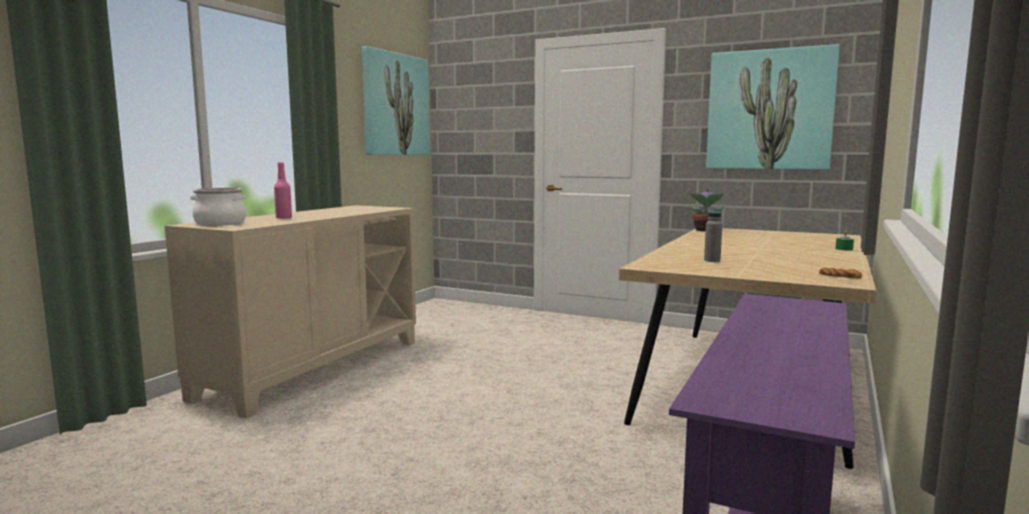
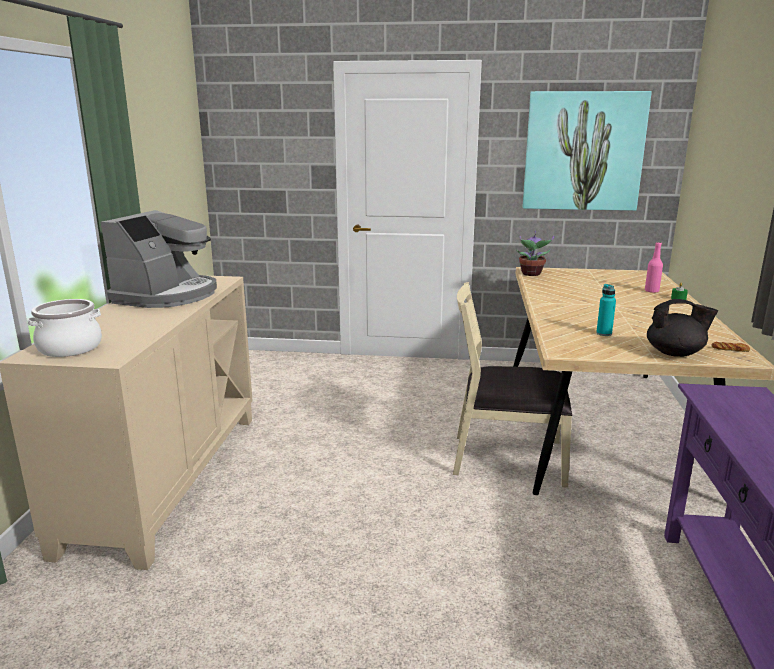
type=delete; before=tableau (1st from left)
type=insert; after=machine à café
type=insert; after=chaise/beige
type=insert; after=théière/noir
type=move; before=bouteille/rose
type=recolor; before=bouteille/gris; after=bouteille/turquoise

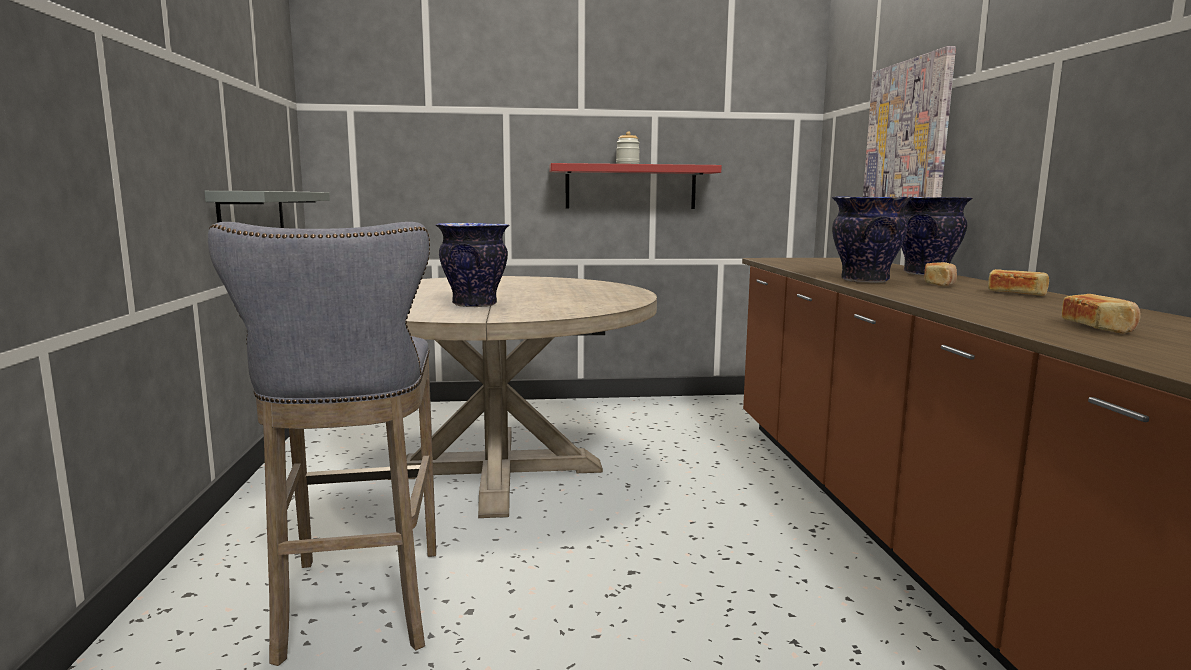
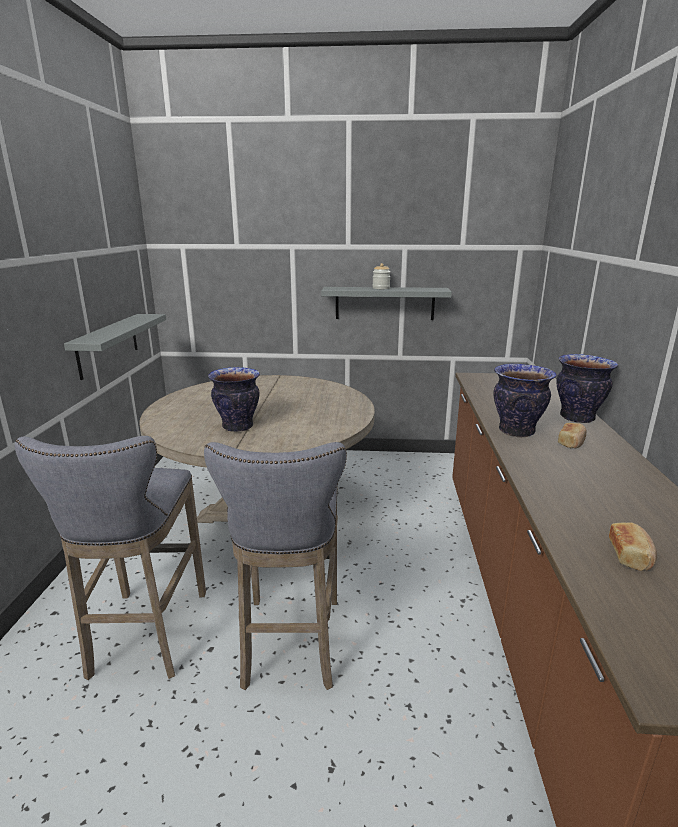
type=delete; before=tableau
type=delete; before=pain (2nd from left)
type=insert; after=tabouret/gris (2nd from left)
type=recolor; before=étagère/rouge; after=étagère/gris (2nd from left)

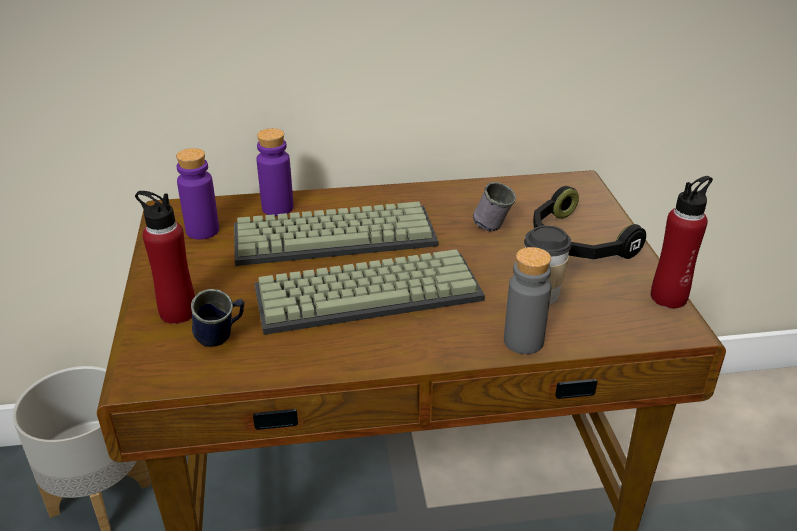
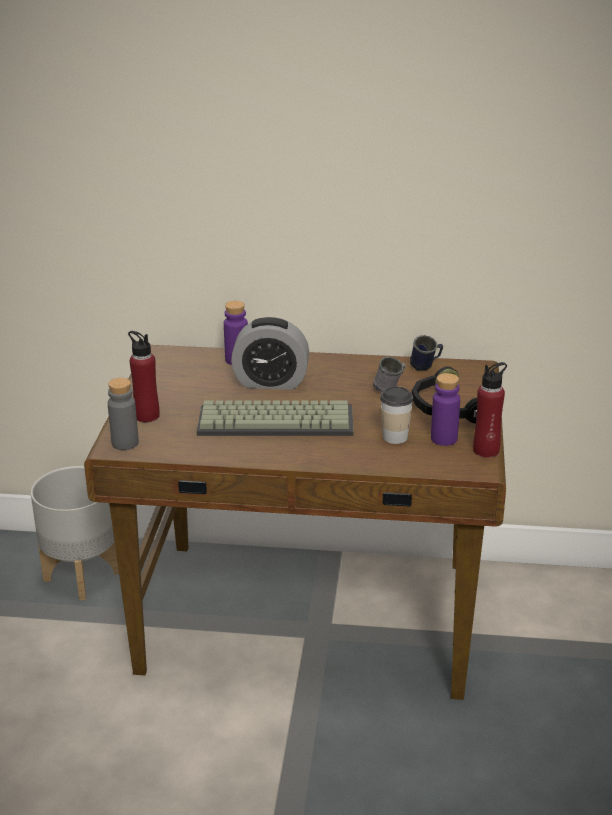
type=move; before=bouteille/violet (1st from left in the first image); after=bouteille/violet (2nd from left)
type=move; before=mug/bleu
type=move; before=bouteille/gris
type=replace; before=clavier (1st from left); after=réveil

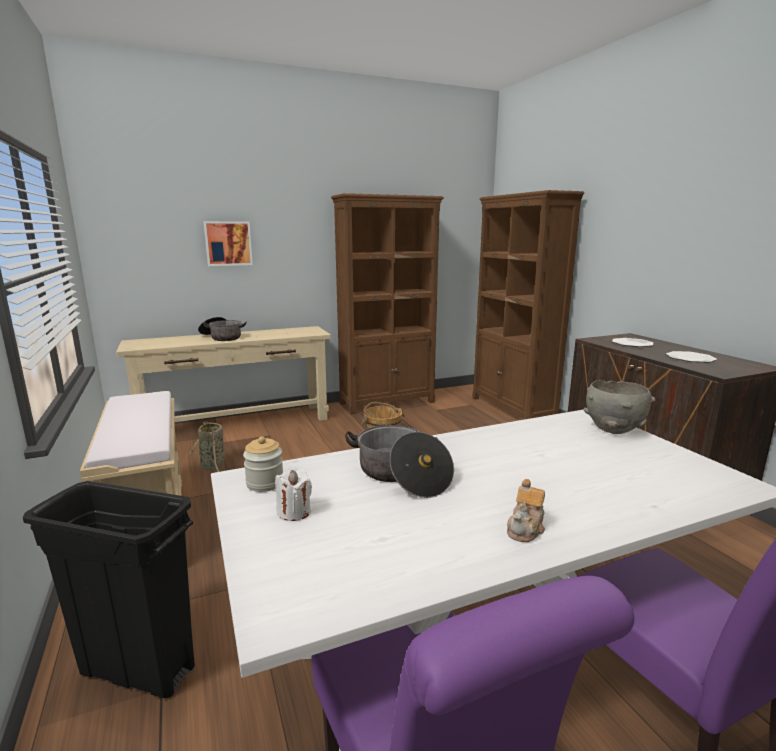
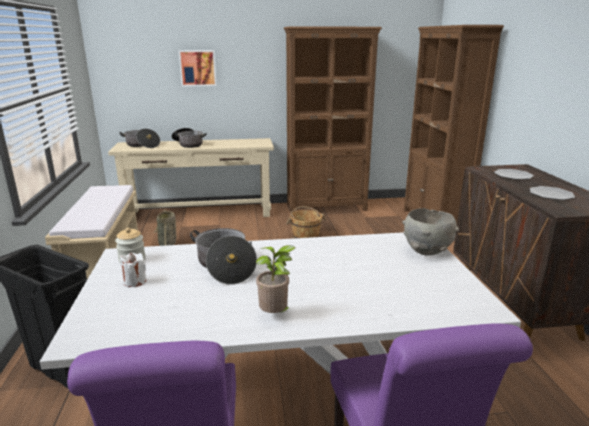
type=insert; after=marmite (1st from left)
type=replace; before=théière; after=plante en pot

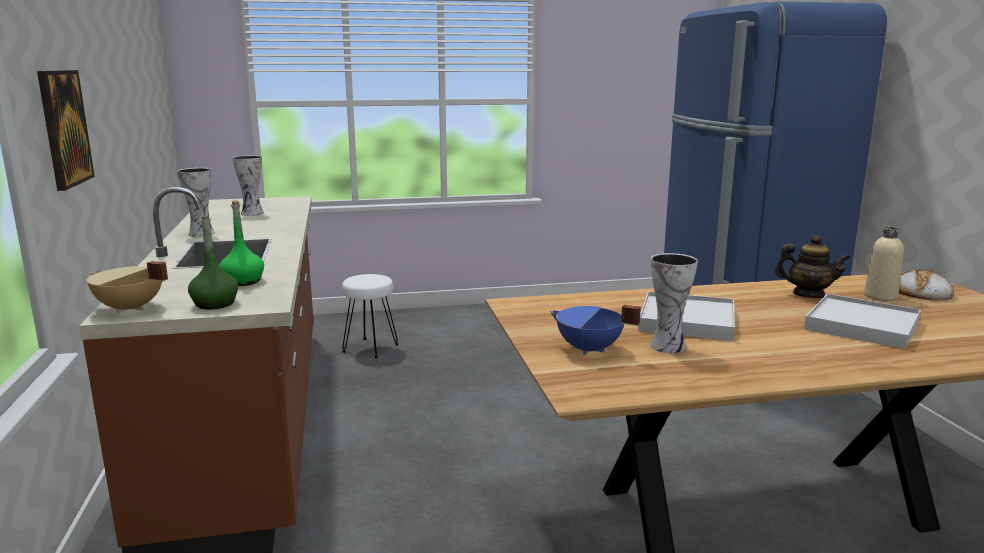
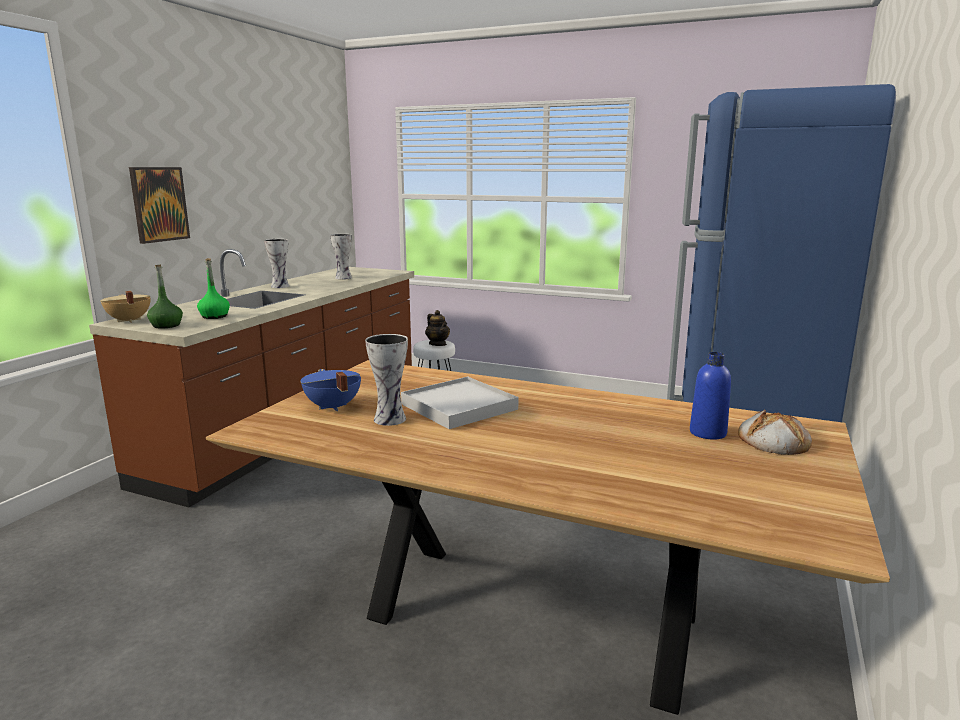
type=delete; before=plateau/blanc (2nd from left)
type=move; before=théière
type=recolor; before=bouteille/beige; after=bouteille/bleu

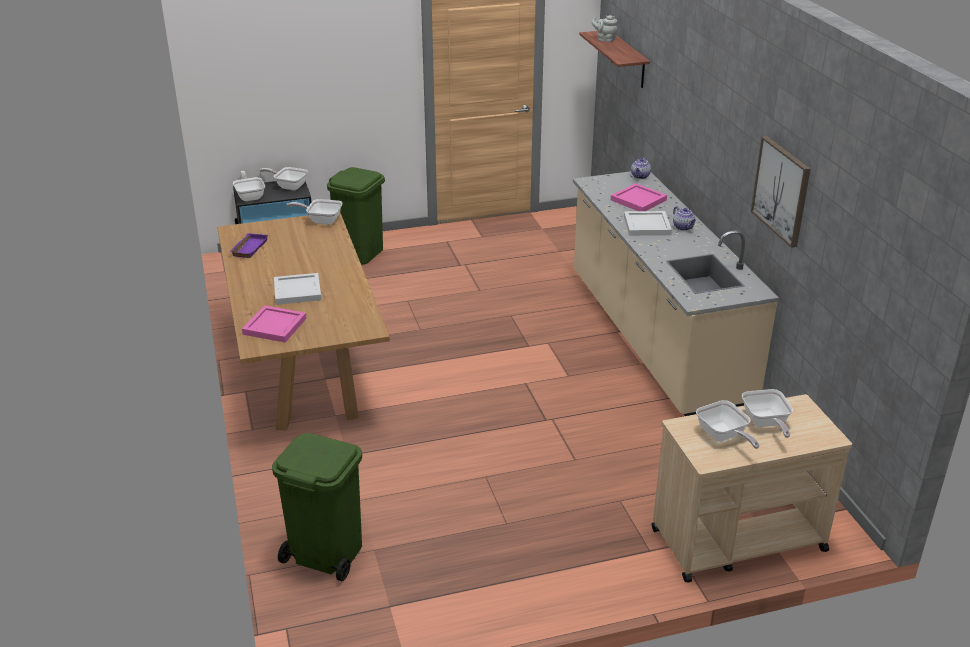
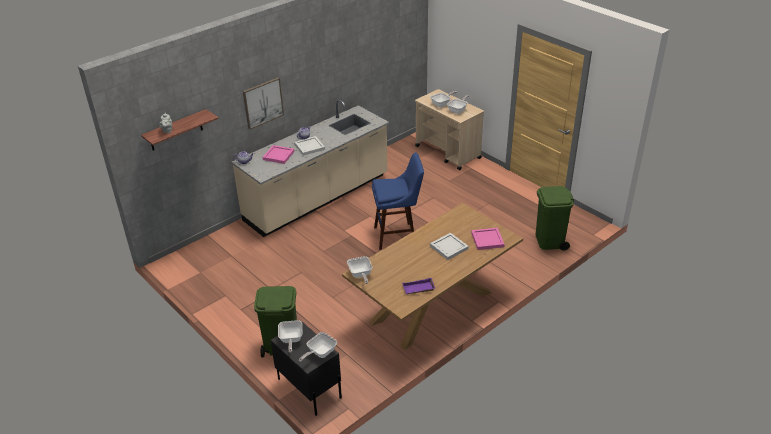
type=insert; after=tabouret/bleu
type=move; before=tableau

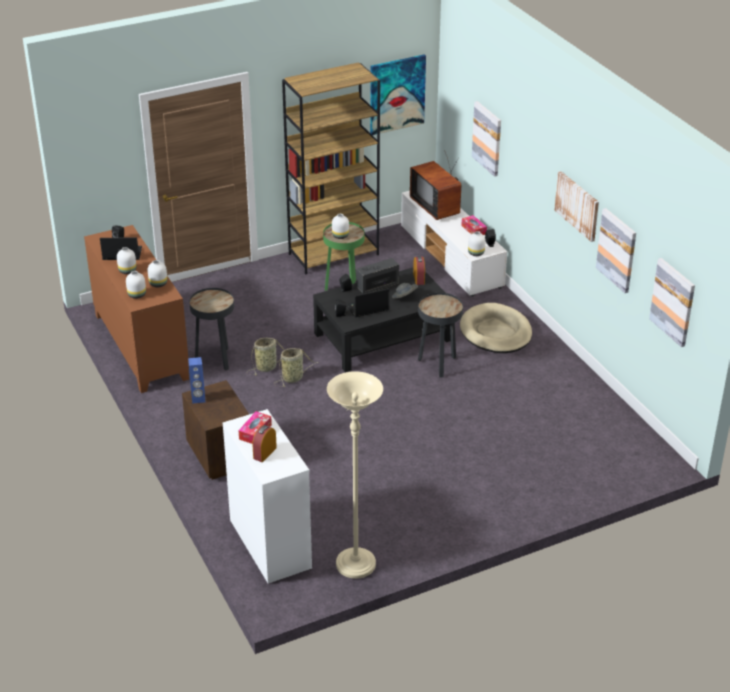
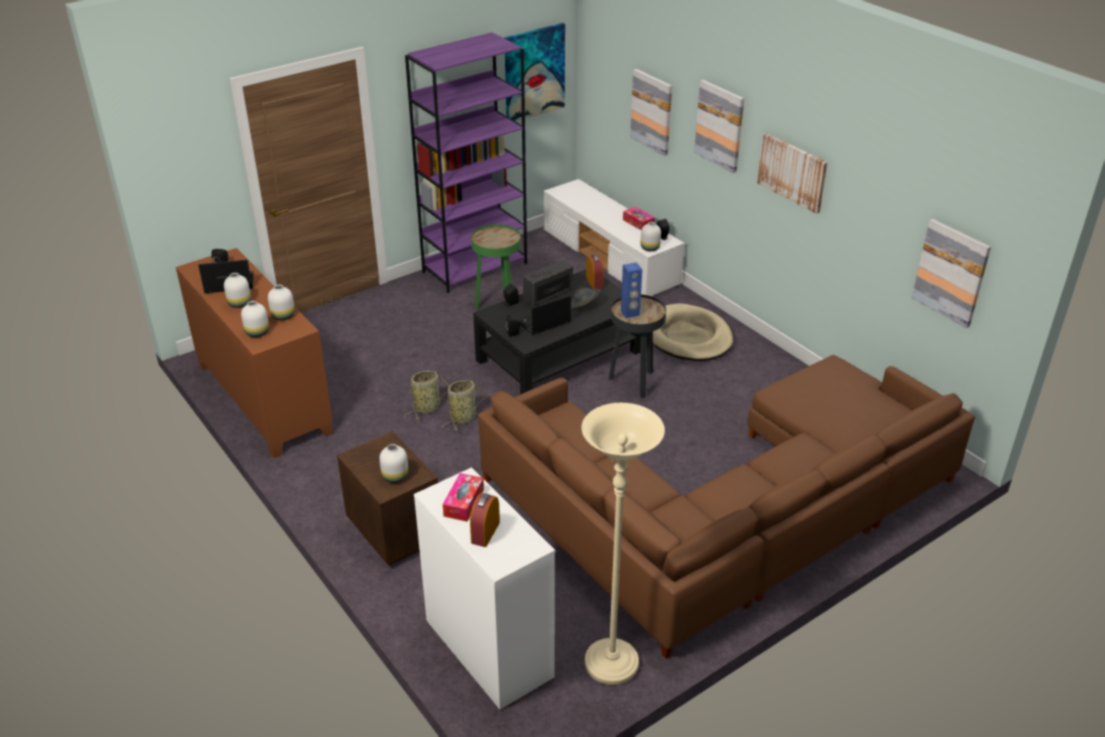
type=delete; before=table d'appoint/noir (1st from left)
type=delete; before=téléviseur
type=insert; after=canapé/marron
type=move; before=enceinte/bleu
type=move; before=vase/blanc (4th from left)
type=move; before=tableau (4th from left in the first image); after=tableau (3rd from left)
type=recolor; before=bibliothèque/marron; after=bibliothèque/violet

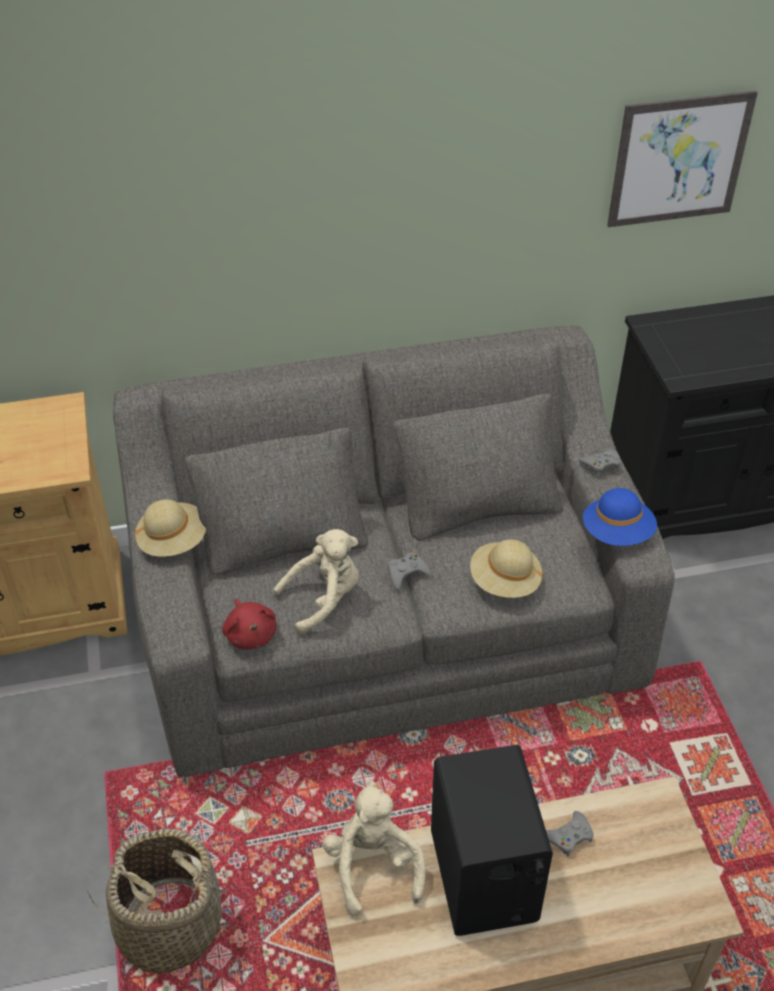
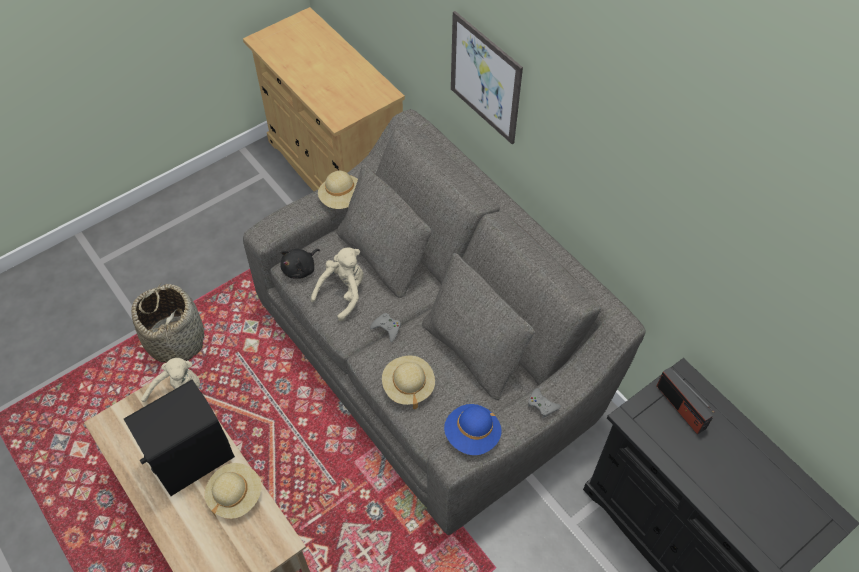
type=insert; after=radio
type=move; before=tableau
type=replace; before=manette/gris (2nd from left); after=chapeau/beige (1st from left)
type=recolor; before=peluche/rouge; after=peluche/noir
type=rotate; before=peluche/beige (1st from left in the first image); turn=-90

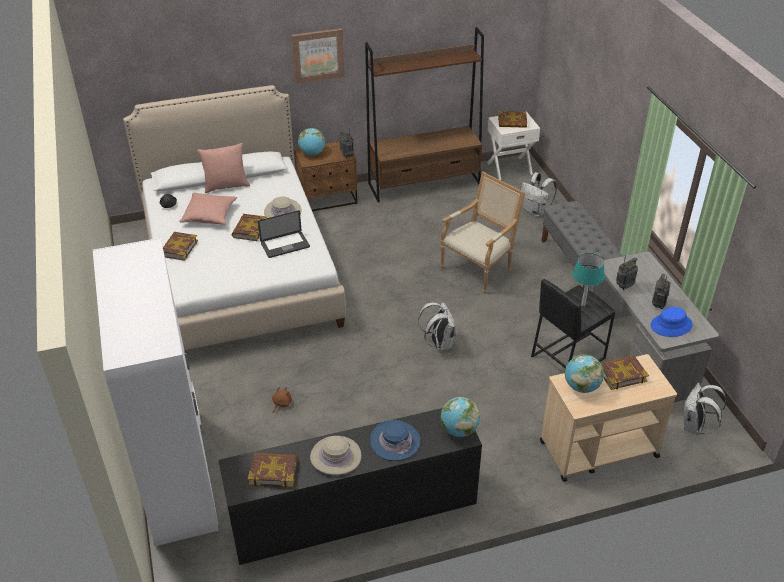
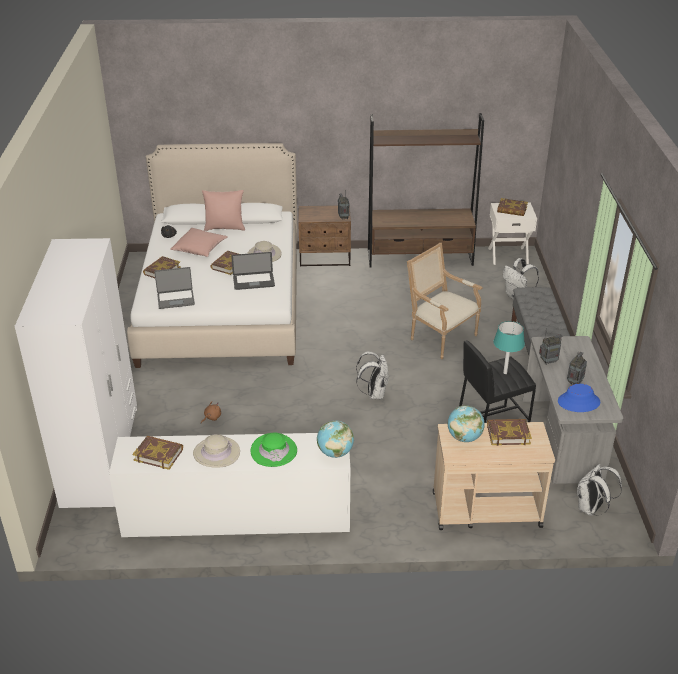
type=delete; before=tableau
type=delete; before=globe (1st from left)
type=insert; after=ordinateur portable (1st from left)
type=recolor; before=commode/noir; after=commode/blanc
type=recolor; before=chapeau/bleu (1st from left); after=chapeau/vert
type=rotate; before=fauteuil; turn=-105

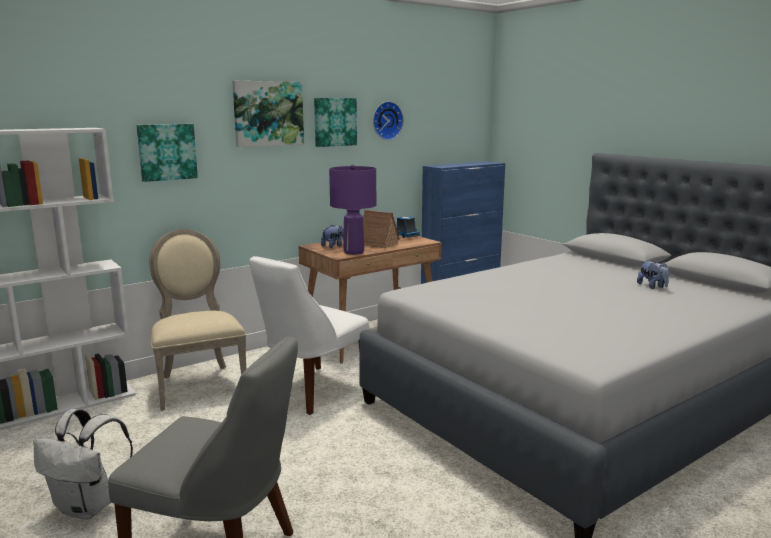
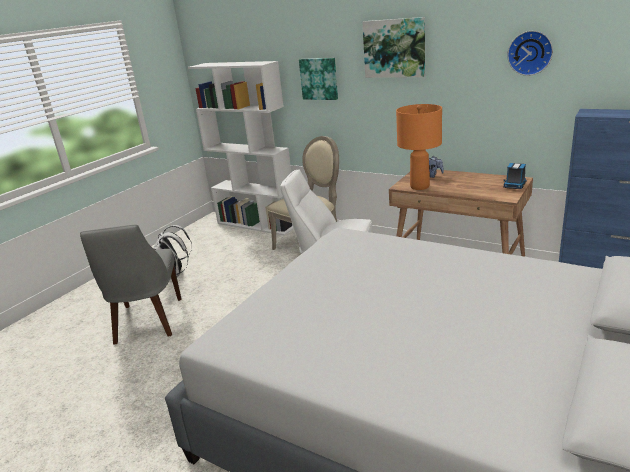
type=delete; before=tableau (3rd from left)
type=delete; before=maison miniature
type=delete; before=peluche (2nd from left)
type=recolor; before=lampe de table/violet; after=lampe de table/orange

